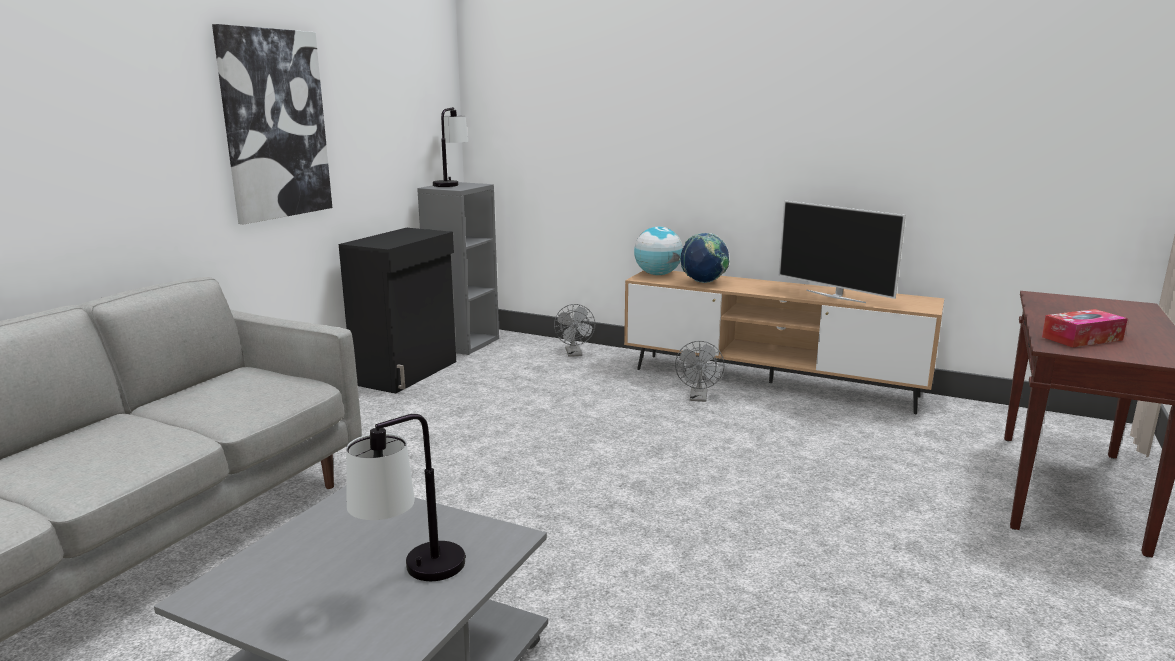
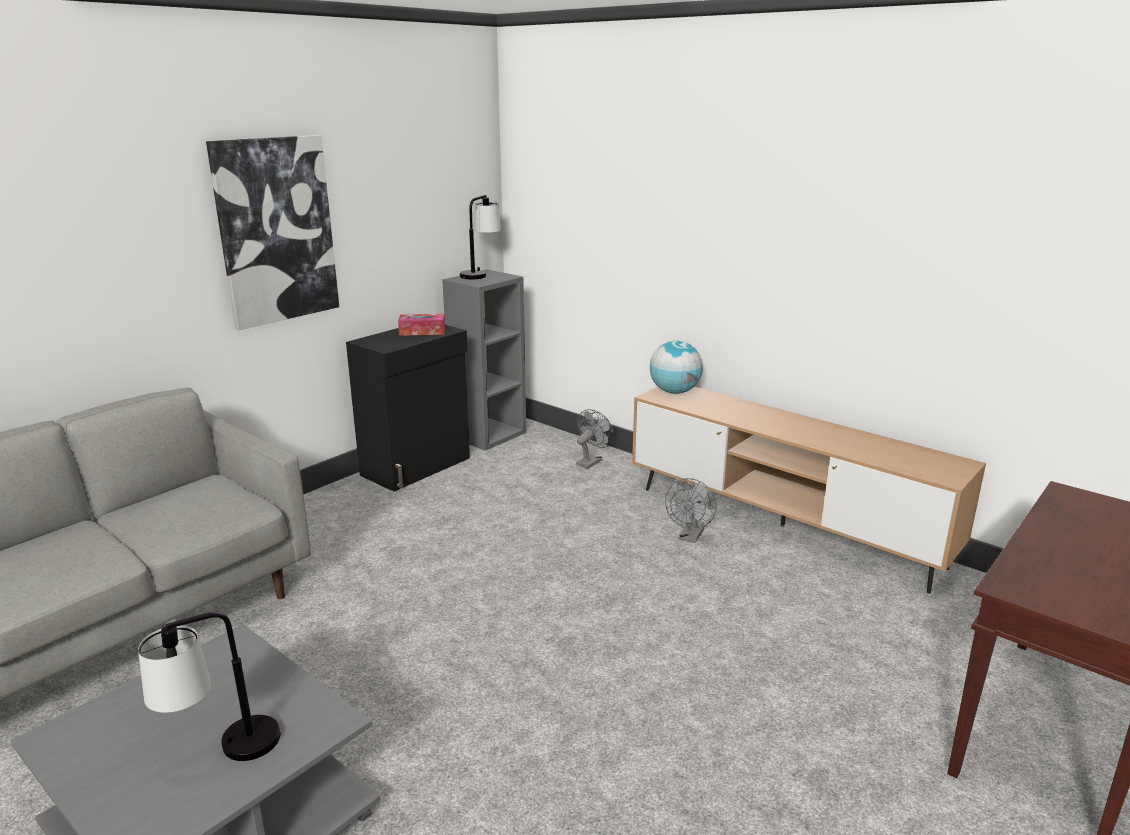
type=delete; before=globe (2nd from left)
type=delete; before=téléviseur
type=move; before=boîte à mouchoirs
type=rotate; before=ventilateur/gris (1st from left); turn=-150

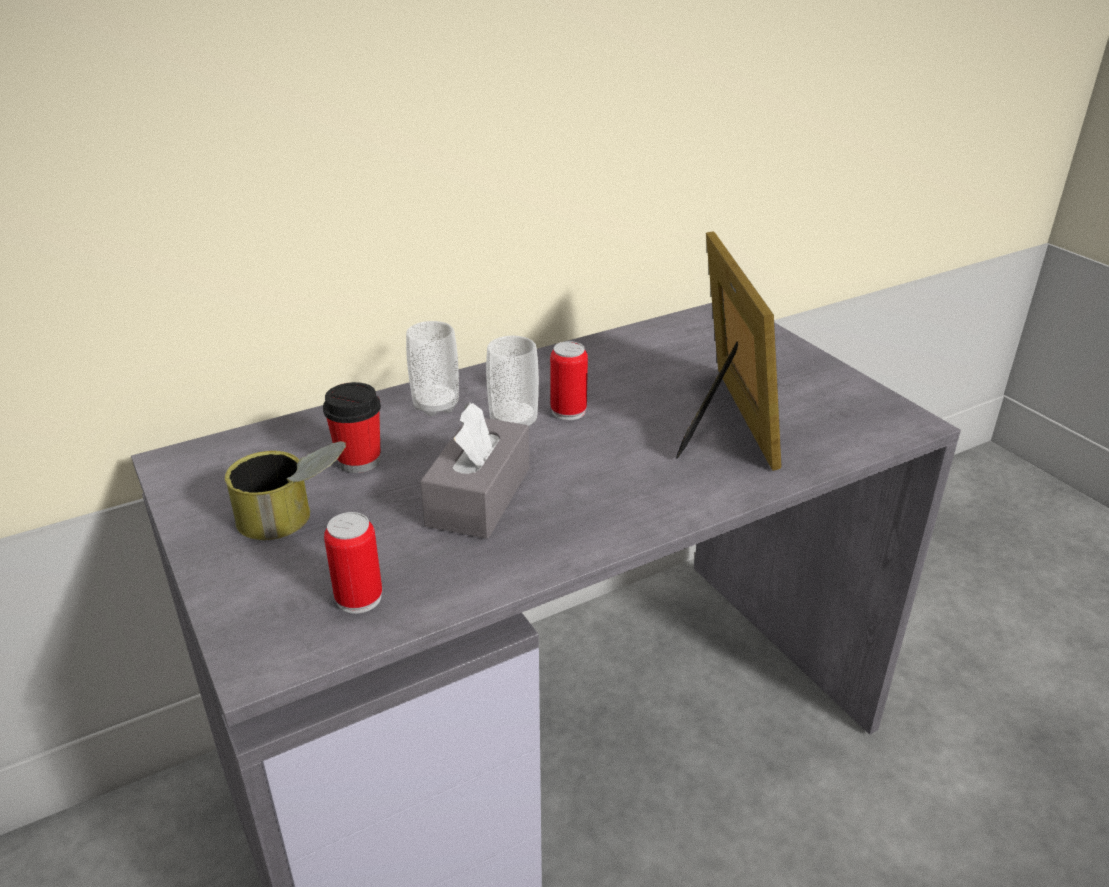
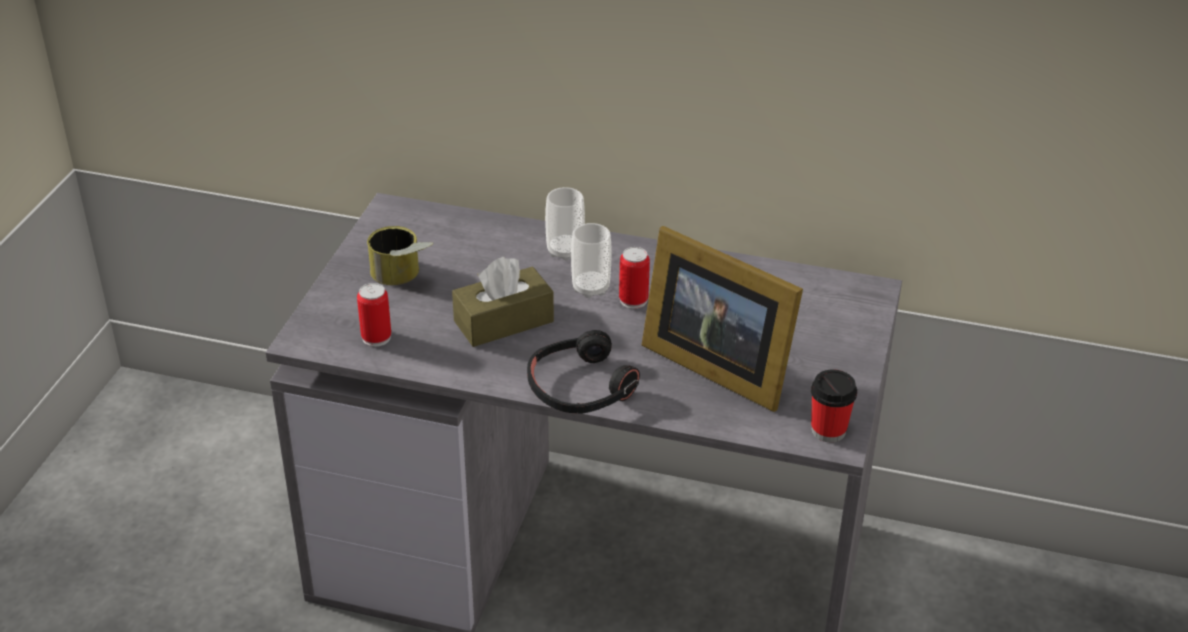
type=insert; after=casque audio/noir
type=move; before=tasse (1st from left in the first image); after=tasse (3rd from left)
type=recolor; before=boîte à mouchoirs/gris; after=boîte à mouchoirs/marron
type=rotate; before=cadre photo; turn=90

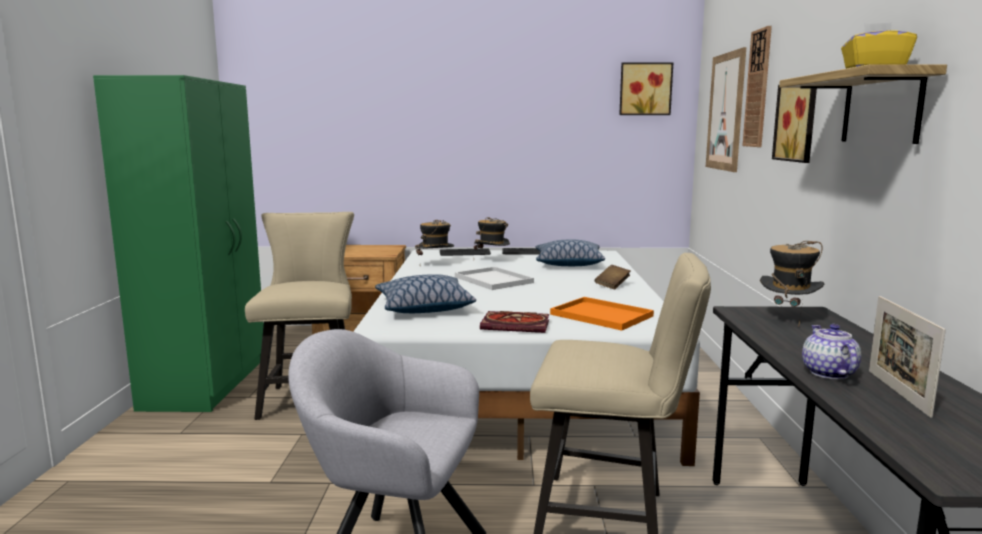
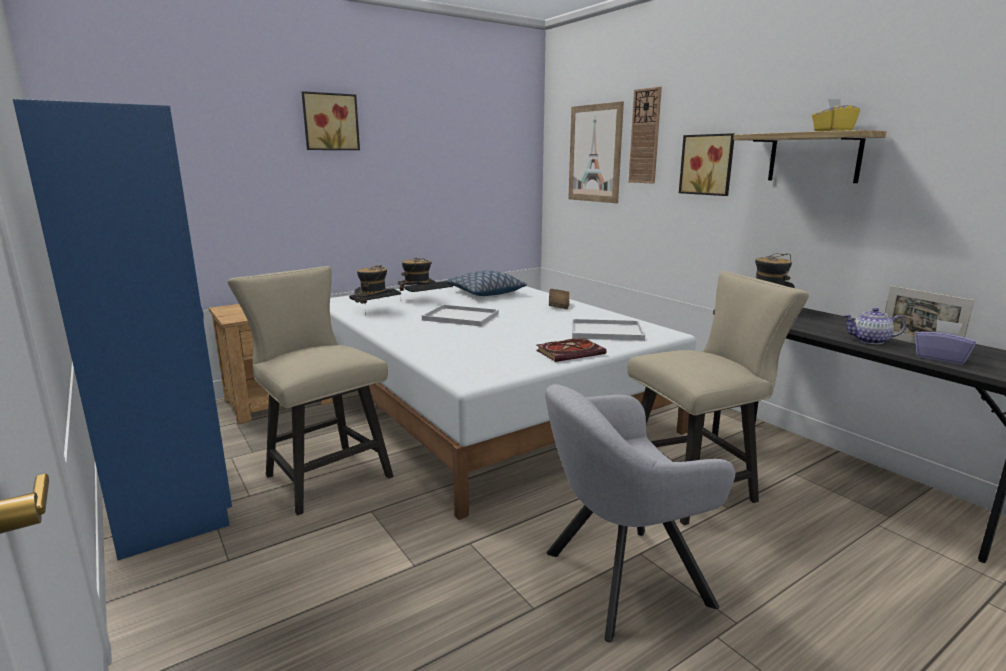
type=delete; before=coussin (1st from left)
type=insert; after=boîte à mouchoirs/violet
type=move; before=tableau (1st from left)
type=recolor; before=armoire/vert; after=armoire/bleu
type=recolor; before=plateau/orange; after=plateau/blanc (2nd from left)
type=rotate; before=théière; turn=-45

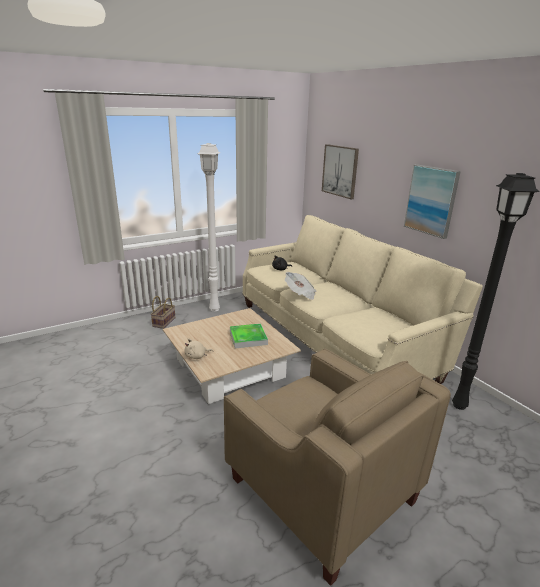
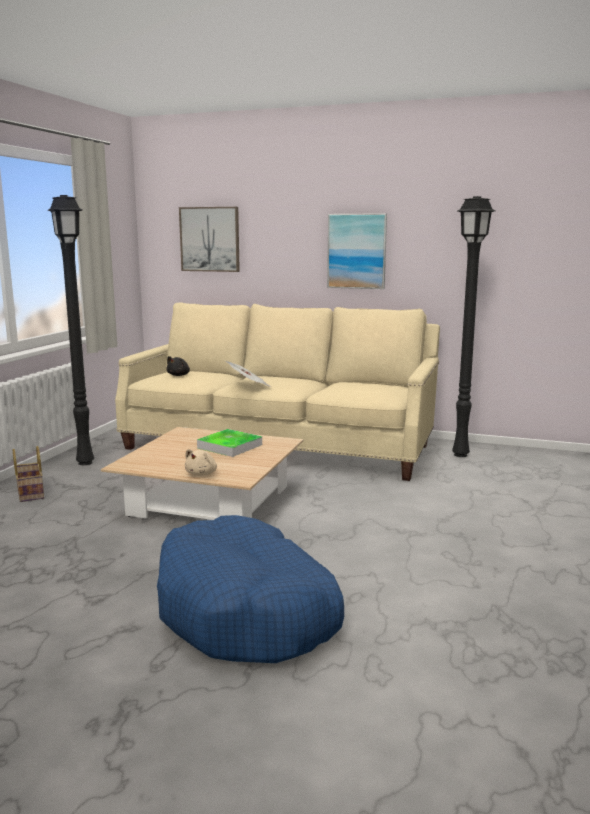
type=delete; before=fauteuil/beige
type=insert; after=panier pour chien/bleu
type=recolor; before=lampadaire/blanc; after=lampadaire/noir (1st from left)

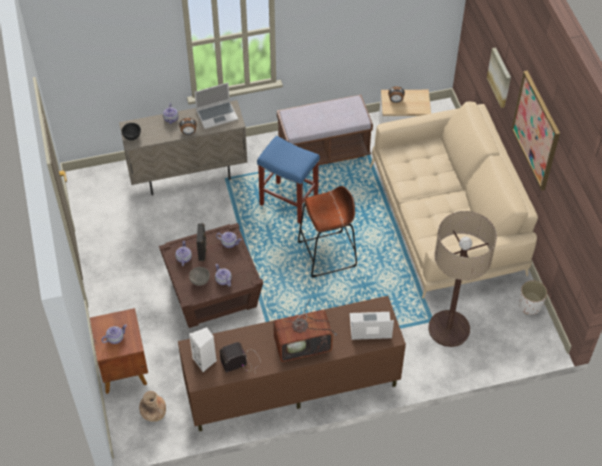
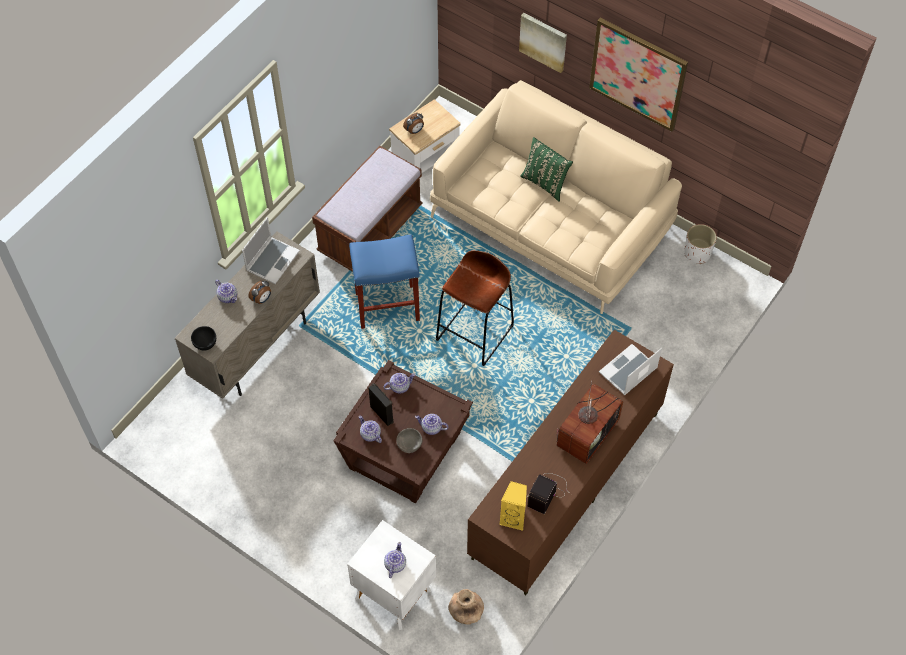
type=delete; before=lampadaire
type=insert; after=coussin/vert
type=recolor; before=table de chevet/marron; after=table de chevet/blanc
type=recolor; before=enceinte/blanc; after=enceinte/jaune

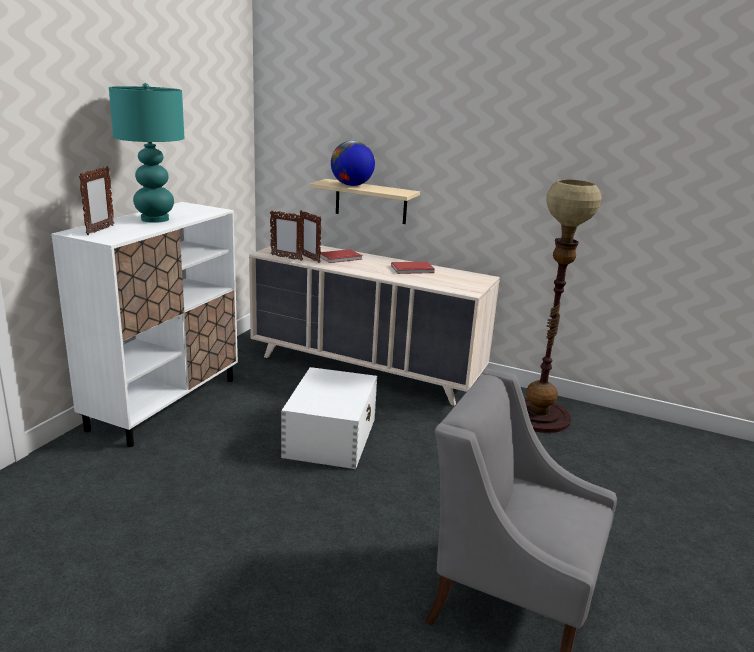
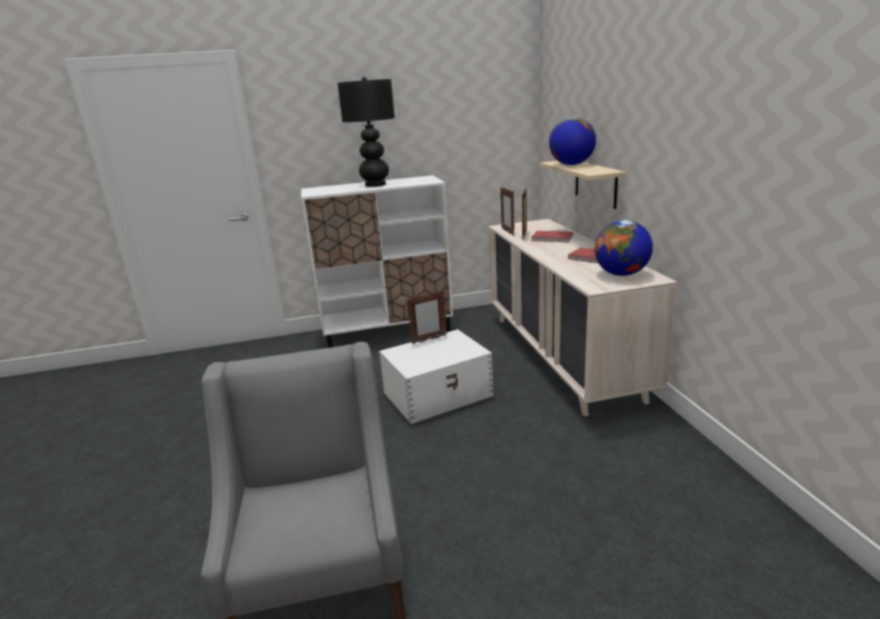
type=delete; before=lampadaire
type=insert; after=globe (2nd from left)
type=move; before=cadre photo (1st from left)
type=recolor; before=lampe de table/turquoise; after=lampe de table/noir

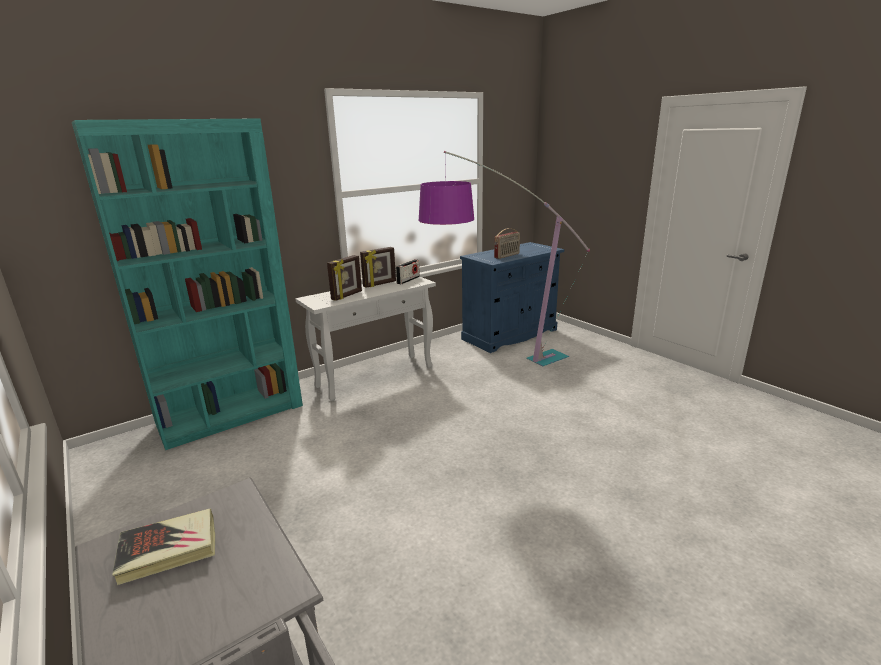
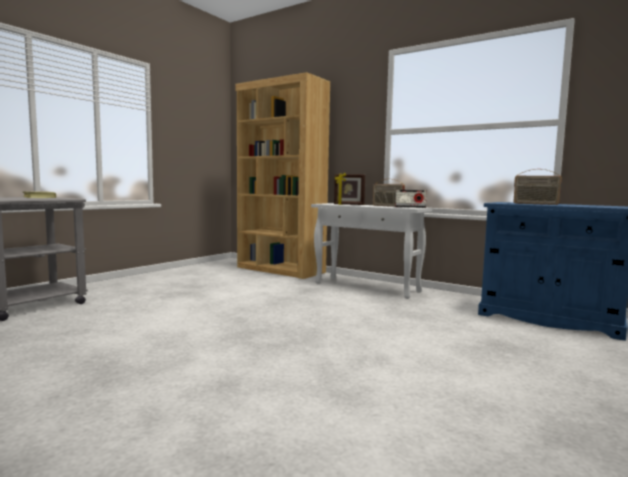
type=delete; before=lampadaire
type=replace; before=cadre photo (2nd from left); after=radio (1st from left)
type=recolor; before=bibliothèque/turquoise; after=bibliothèque/marron

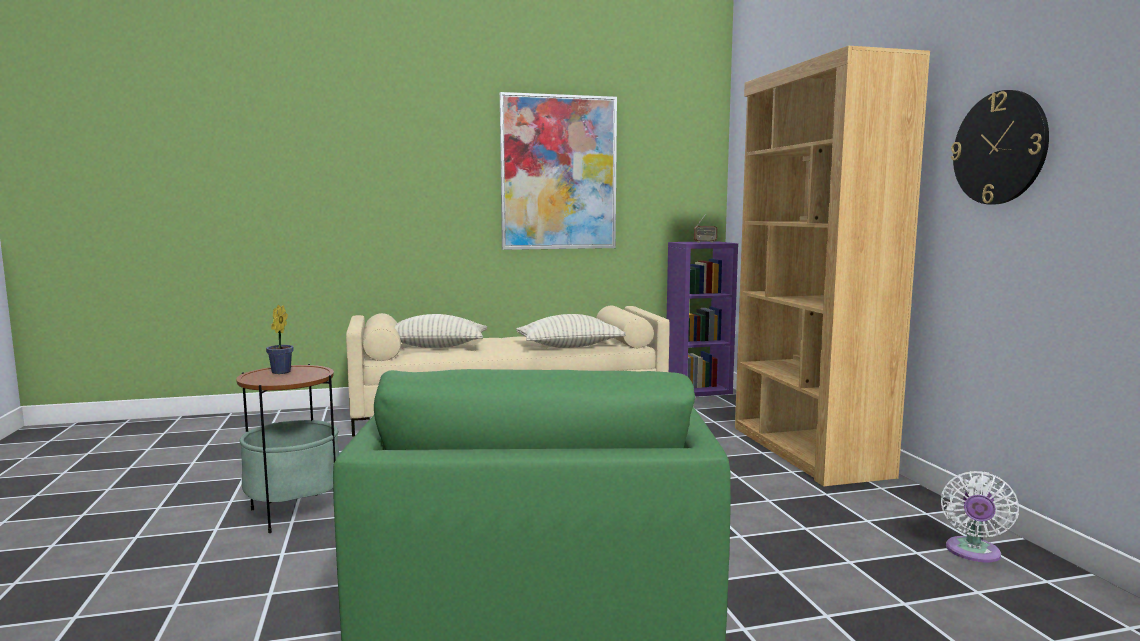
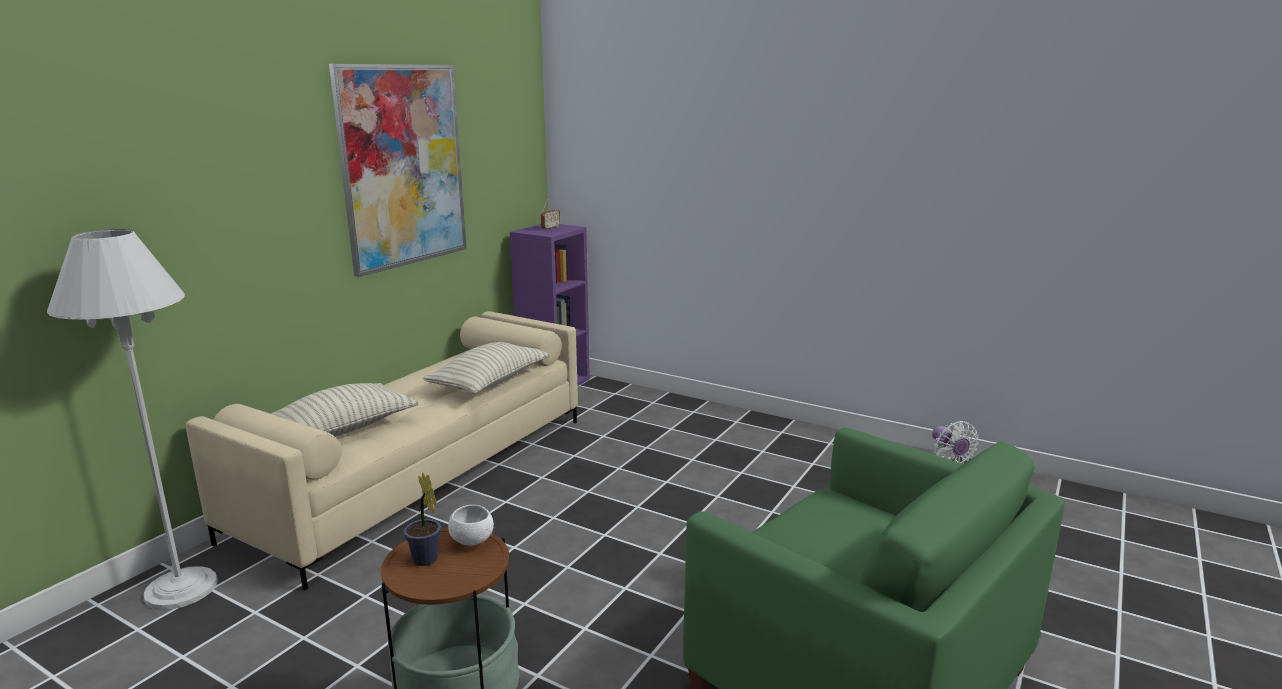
type=delete; before=bibliothèque/marron
type=delete; before=horloge murale
type=insert; after=lampadaire/blanc
type=insert; after=bol/blanc

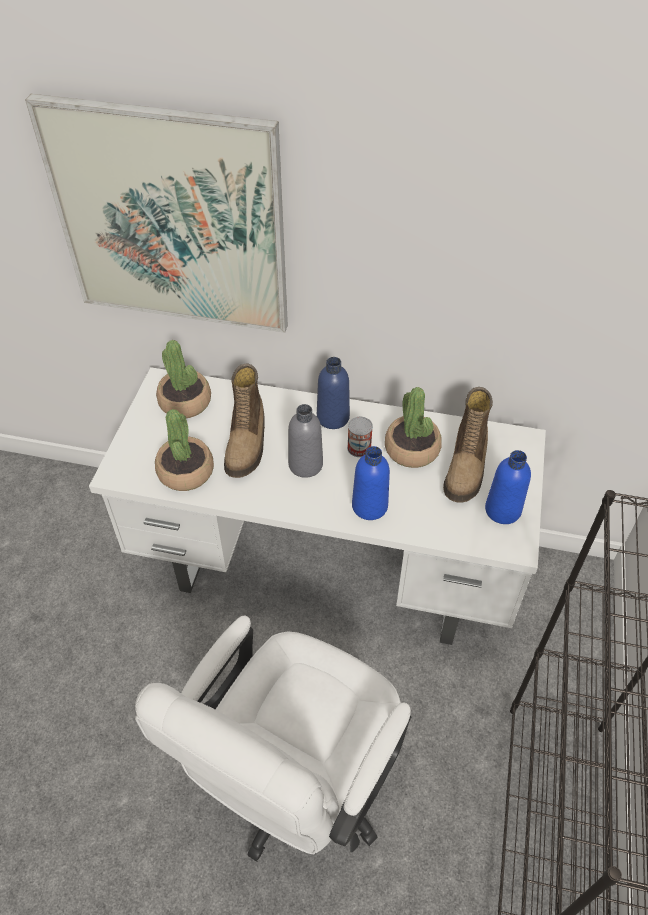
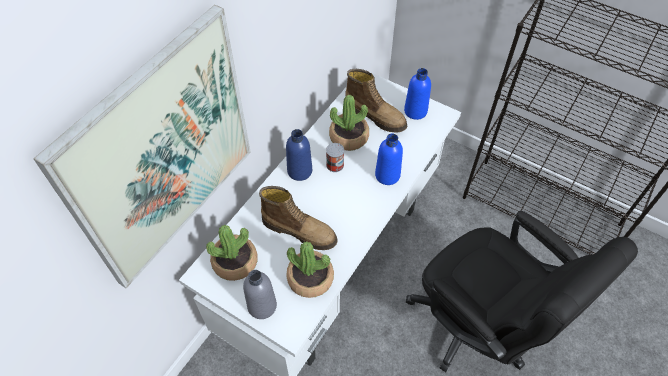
type=move; before=bouteille/gris
type=recolor; before=chaise de bureau/blanc; after=chaise de bureau/noir

